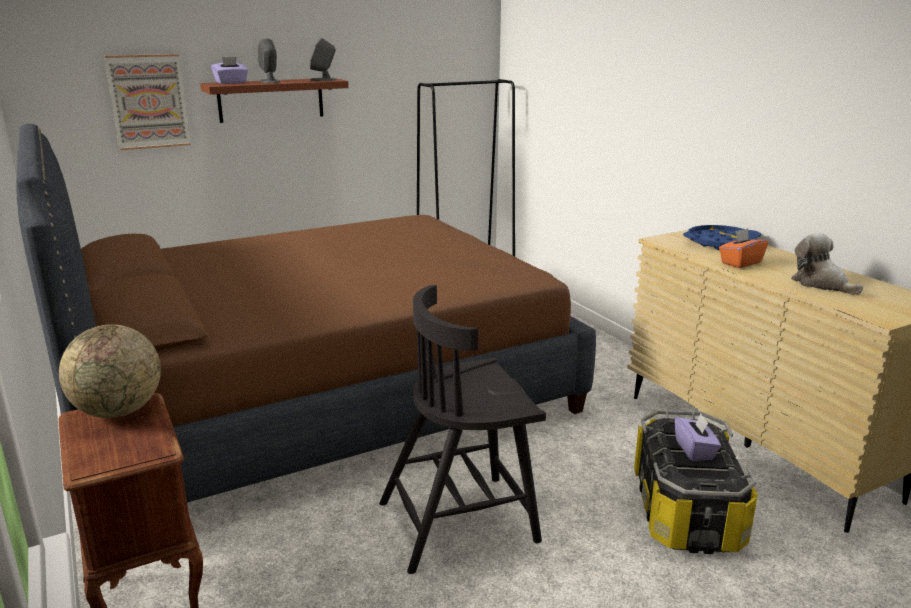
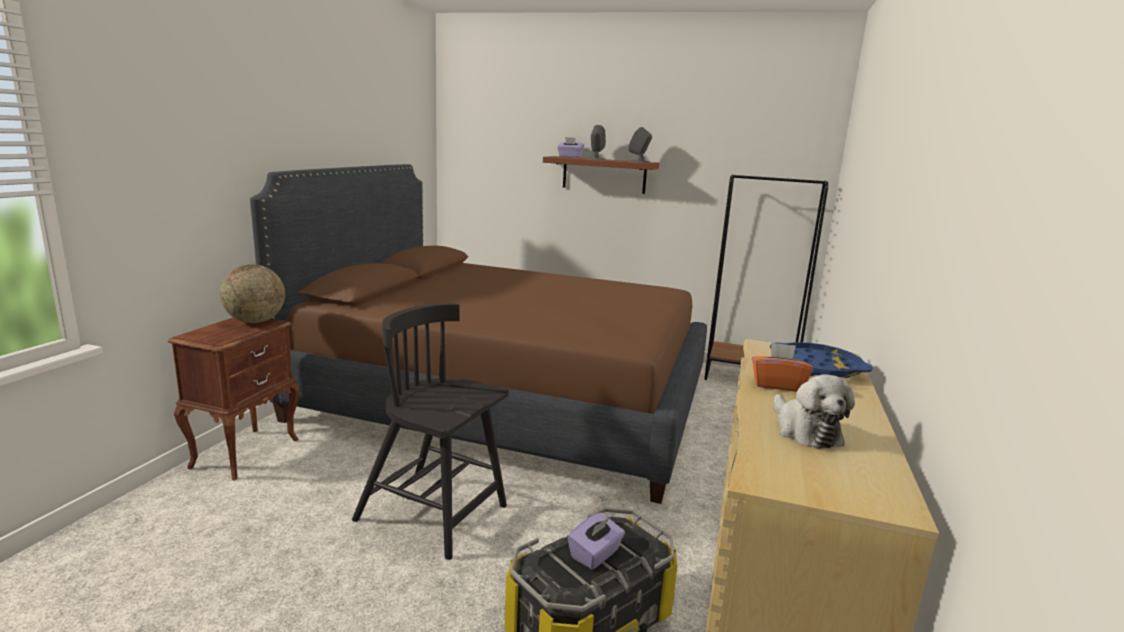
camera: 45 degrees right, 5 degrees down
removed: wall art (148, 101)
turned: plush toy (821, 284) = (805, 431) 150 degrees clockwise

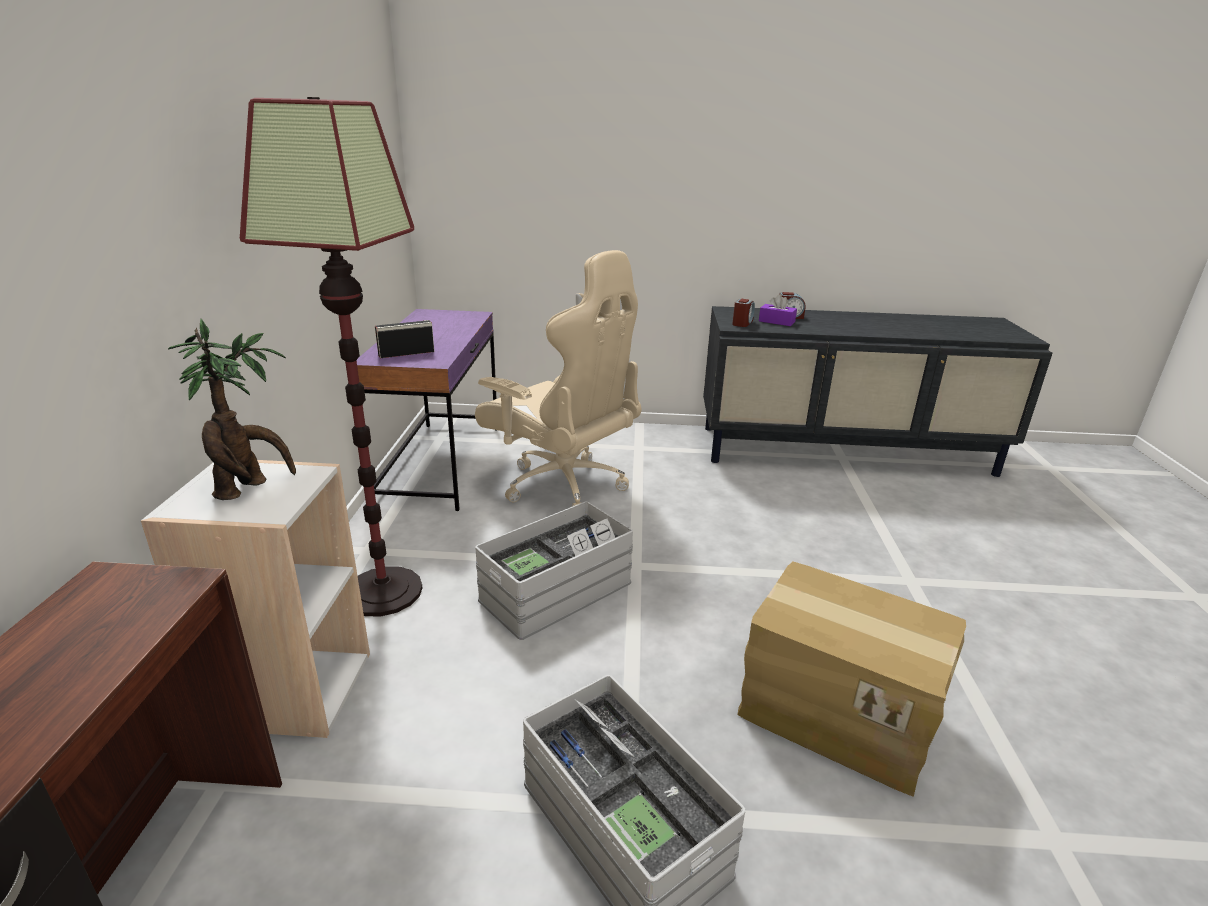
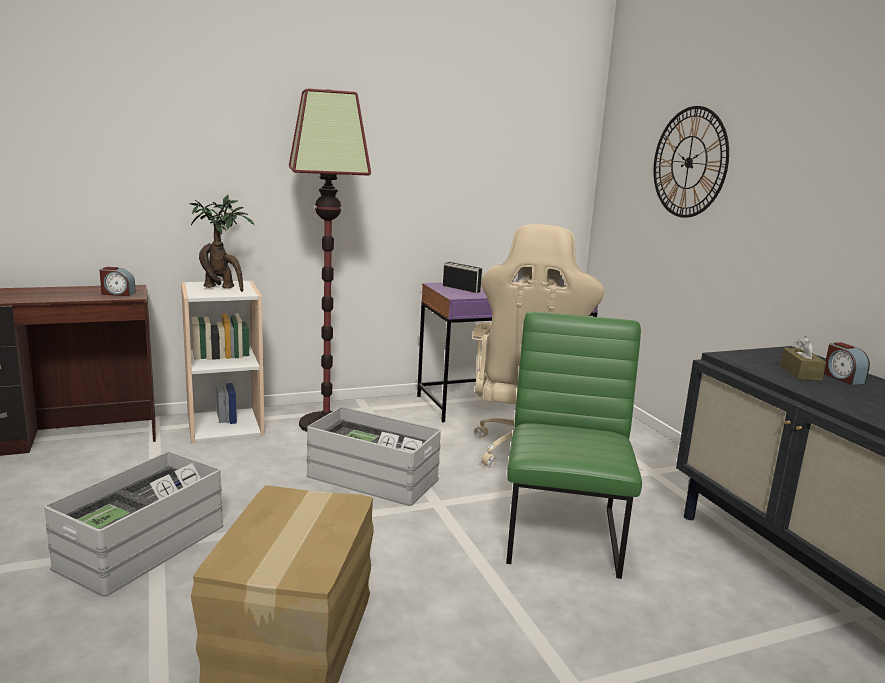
camera: 65 degrees right, 10 degrees down
added: green-coloured upright chair (563, 532); clock on the wall (689, 162)
moved: table clock (742, 323) to (118, 293)
recoloured: purplish box of tissues (776, 321) to brown-coloured box of tissues (800, 373)

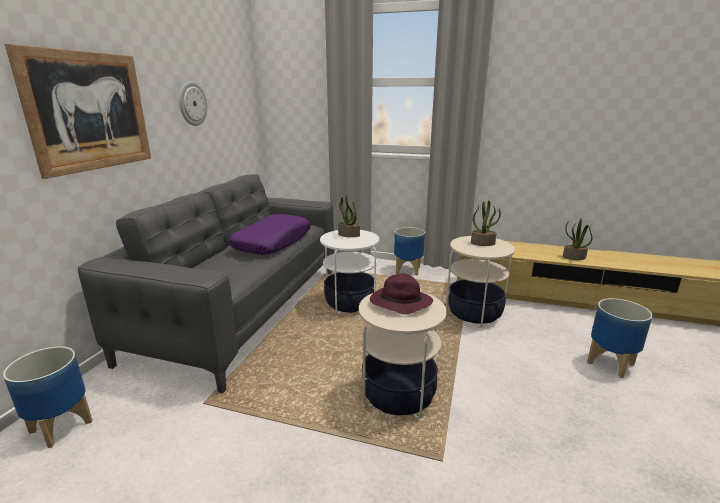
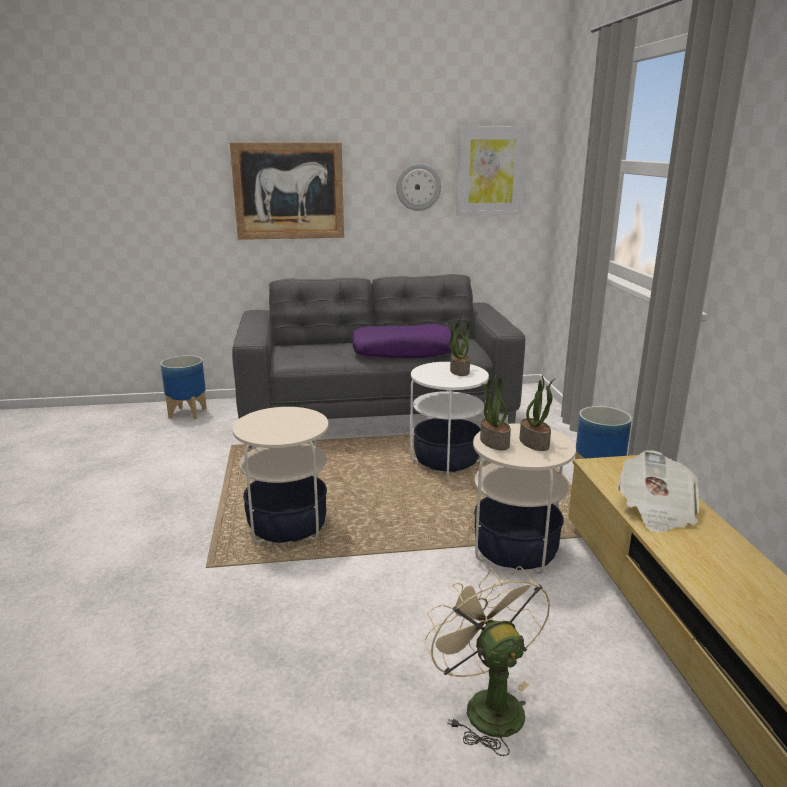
camera: 65 degrees right, 0 degrees up
removed: purplish clothing hat (399, 303)
added: wall art (490, 171); printed paper (655, 511)
moved: potted plant (574, 257) to (493, 442)
replaced: plant pot (611, 364) to sand-coloured cooling fan (486, 704)

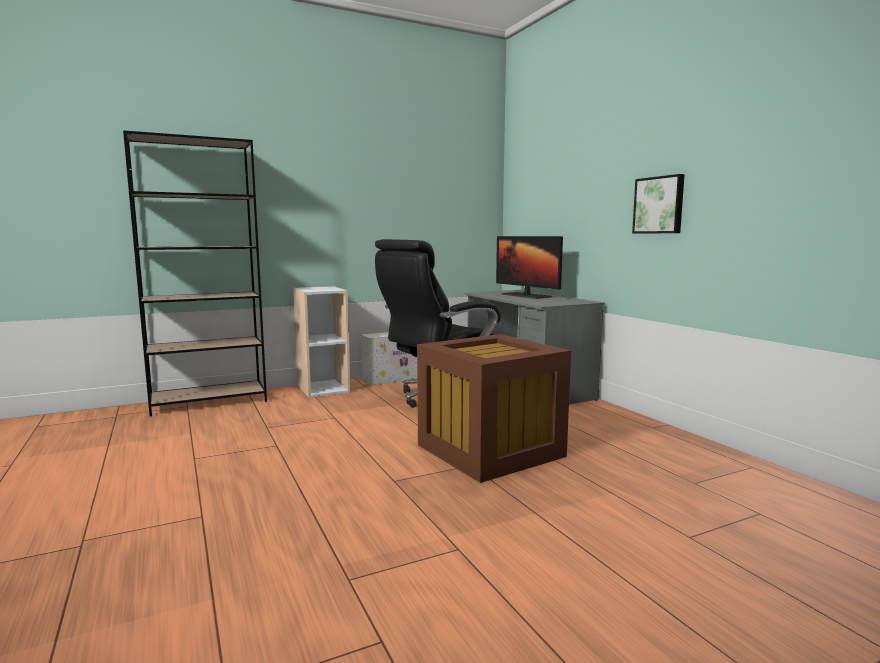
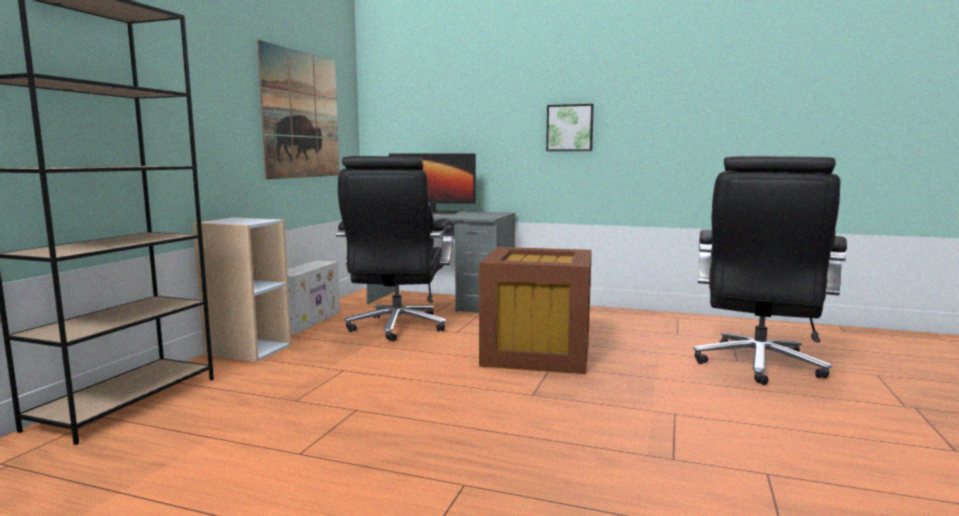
camera: 45 degrees left, 0 degrees up
added: wall art (301, 115); blackish office chair (758, 367)

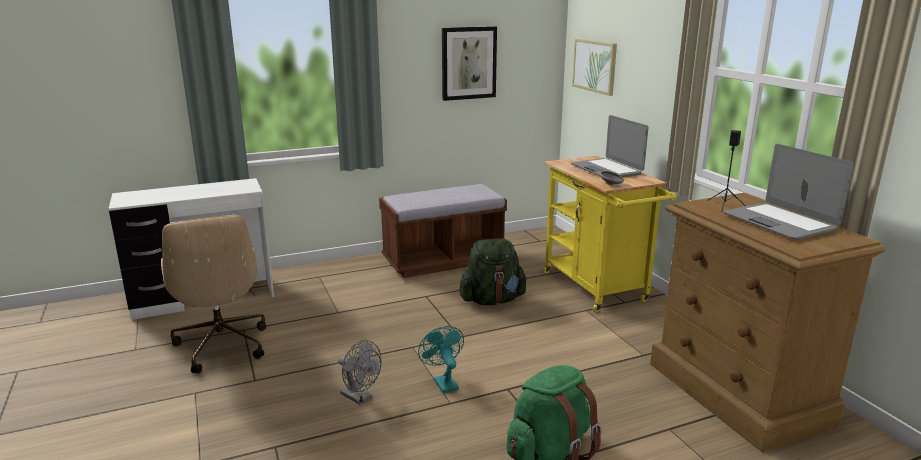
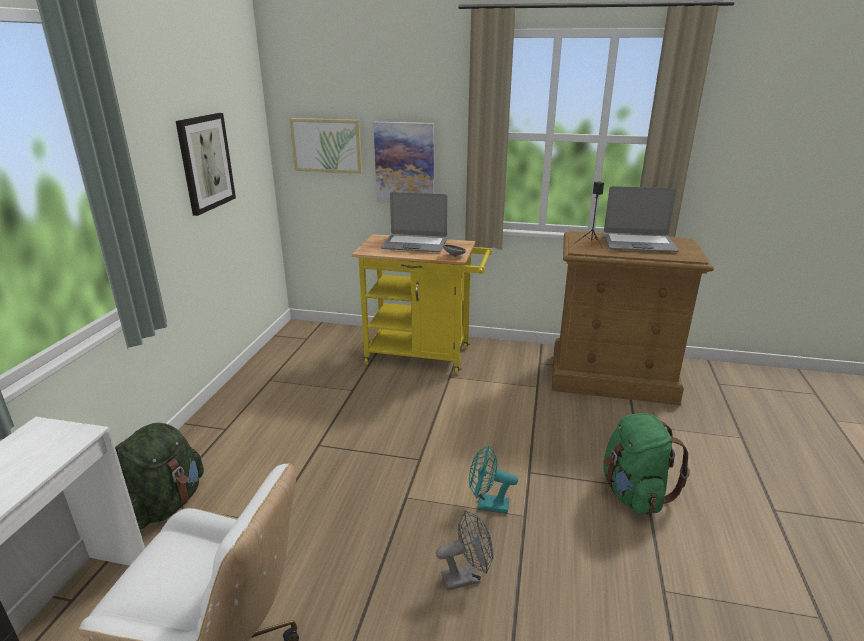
camera: 55 degrees left, 5 degrees up
removed: brown-coloured long seat (443, 261)
added: wall art (405, 163)
moved: green-coloured backpack (492, 300) to (165, 504)

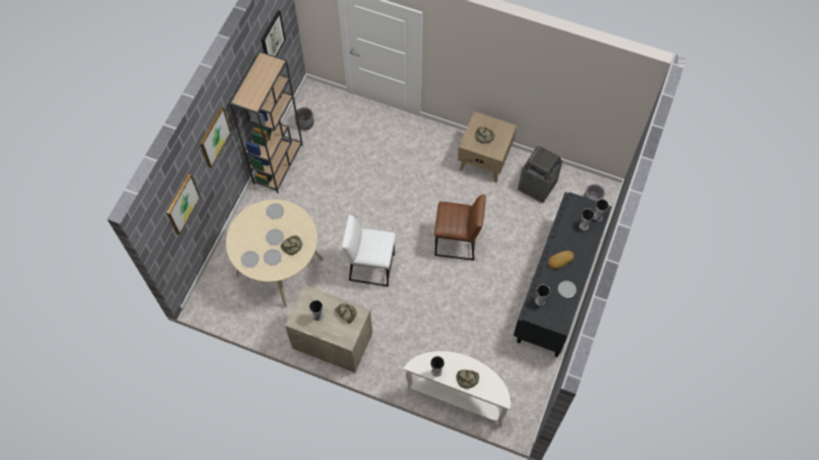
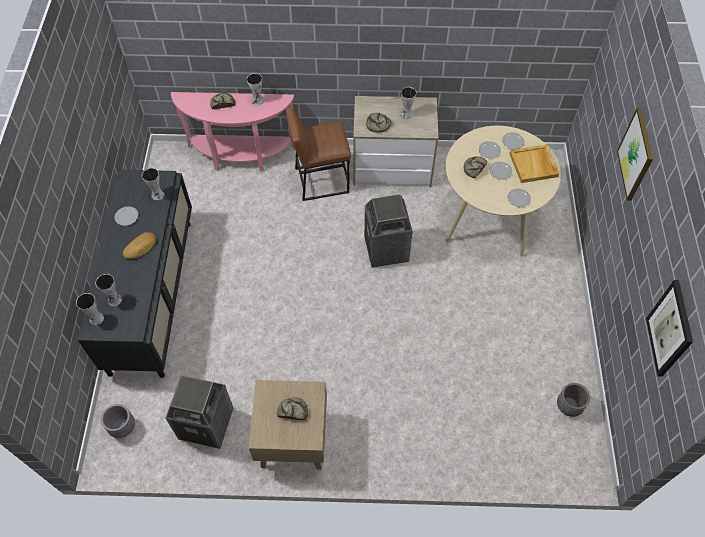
camera: 160 degrees right, 5 degrees down
removed: wall art (182, 204); shelving unit (278, 164)
added: sand-coloured serving tray (533, 165)
moved: brown-coloured upright chair (457, 242) to (320, 180)
replaced: white-coloured upright chair (371, 267) to waste bin (386, 249)
recoloured: white-coloured console table (458, 396) to pinkish console table (240, 157)

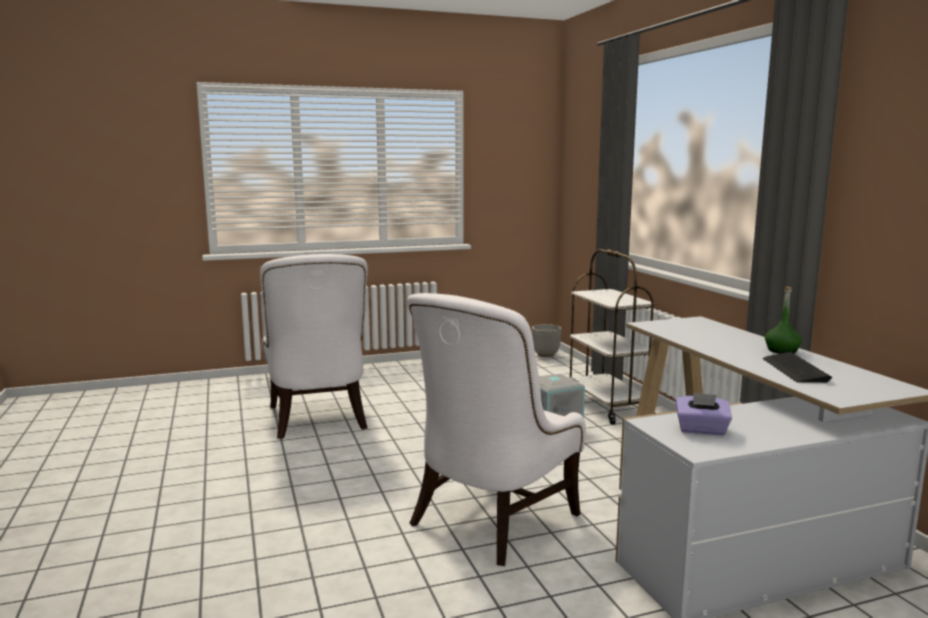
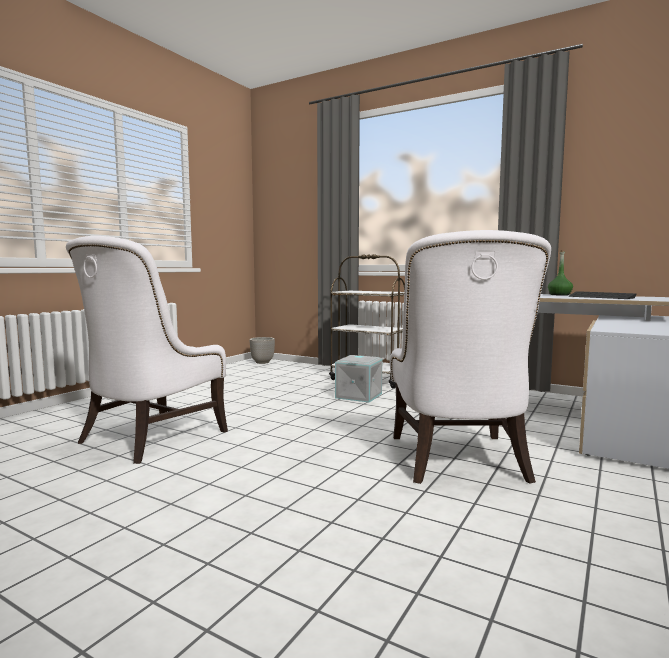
camera: 40 degrees left, 5 degrees down
removed: purplish box of tissues (701, 430)
turned: white-coloured upright chair (318, 418) = (151, 437) 90 degrees clockwise

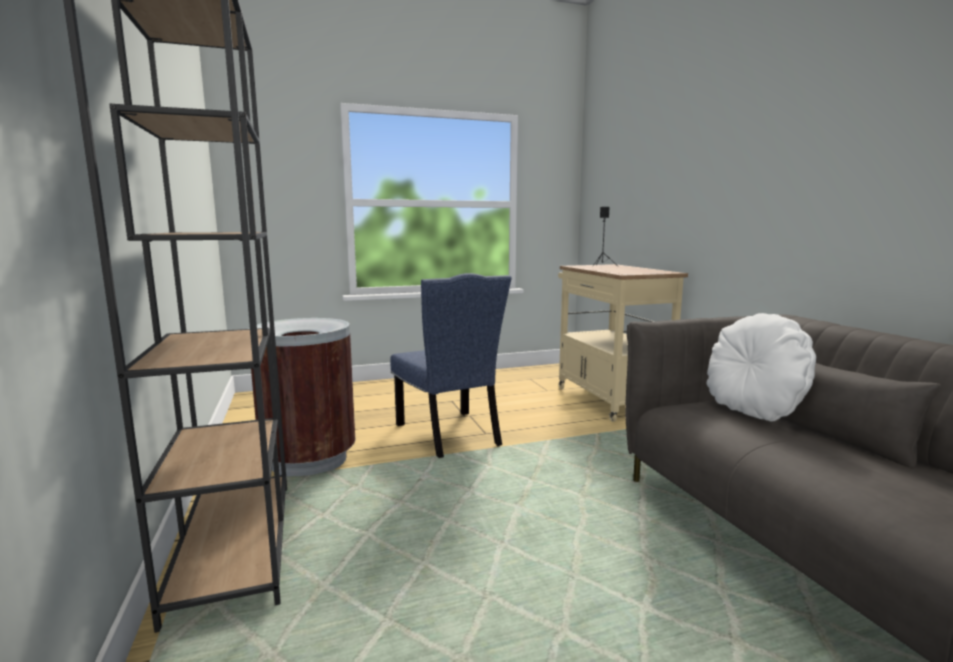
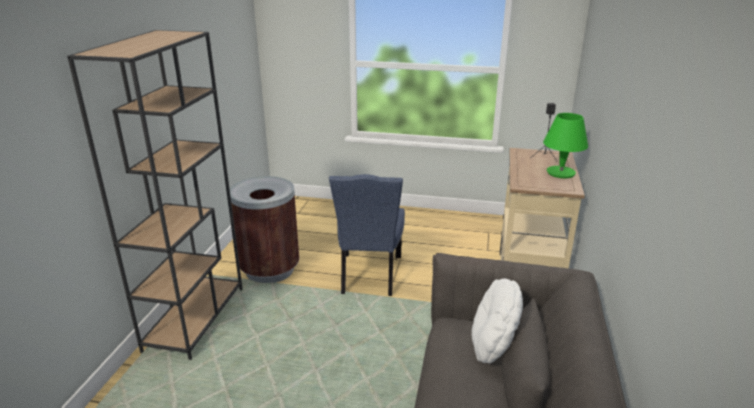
camera: 30 degrees right, 15 degrees up
added: green-coloured table lamp (560, 173)

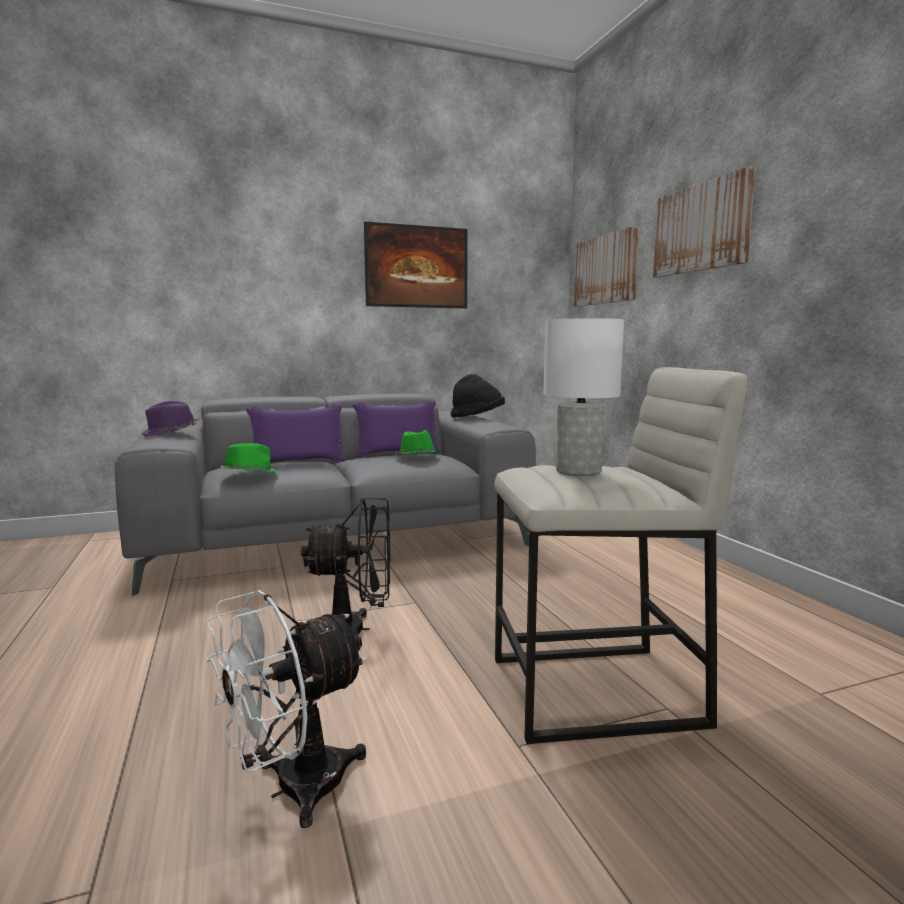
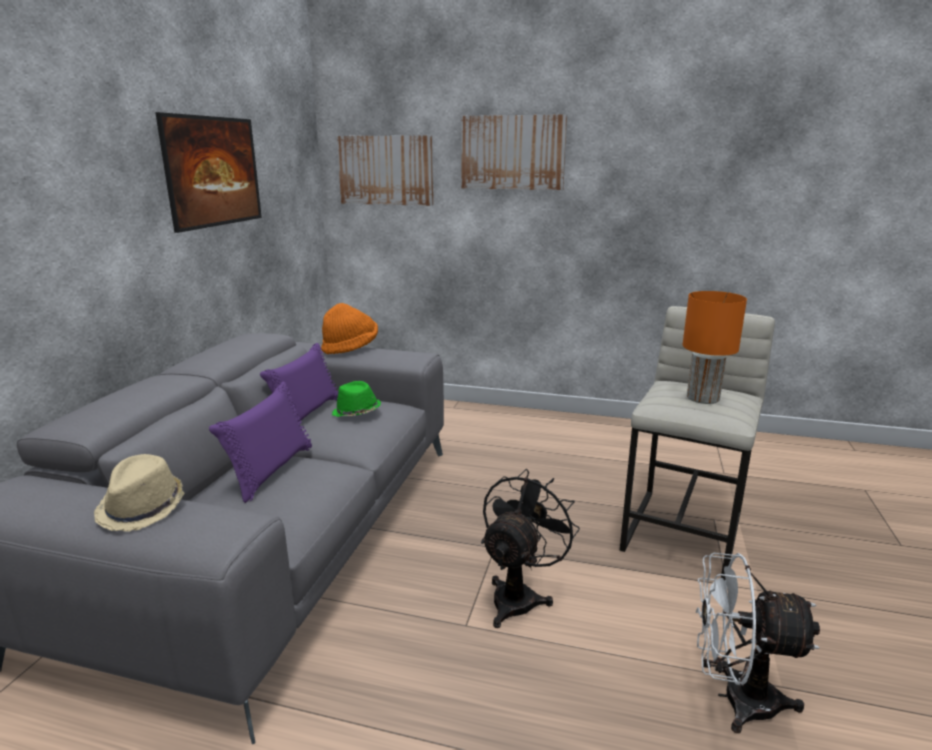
camera: 55 degrees left, 10 degrees up
removed: green-coloured clothing hat (248, 474)
recoloured: purplish clothing hat (171, 433) to sand-coloured clothing hat (143, 508); blackish clothing hat (478, 417) to orange-coloured clothing hat (350, 348); white-coloured table lamp (577, 471) to orange-coloured table lamp (702, 398)
turned: white-coloured cooling fan (292, 789) = (735, 698) 105 degrees clockwise

